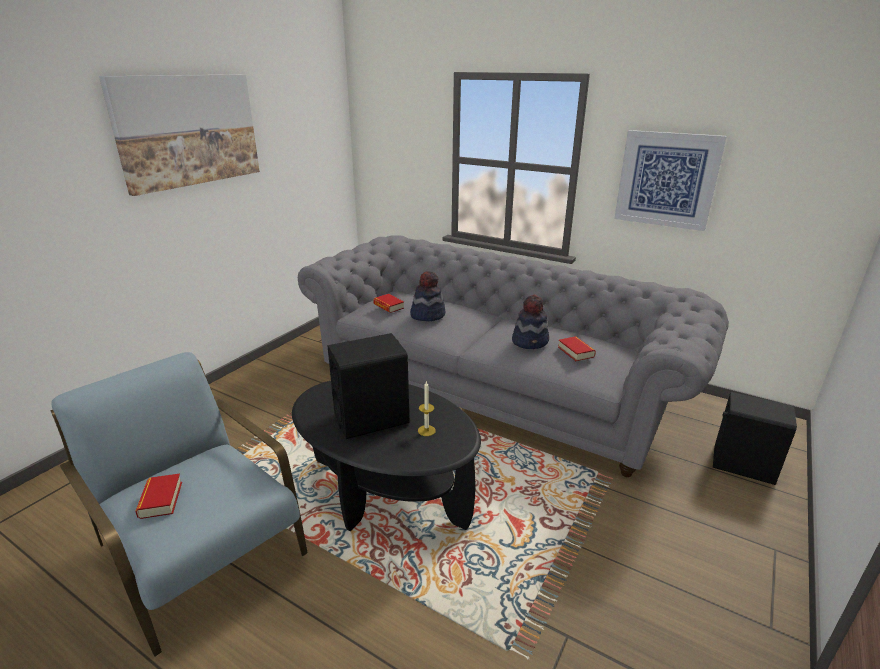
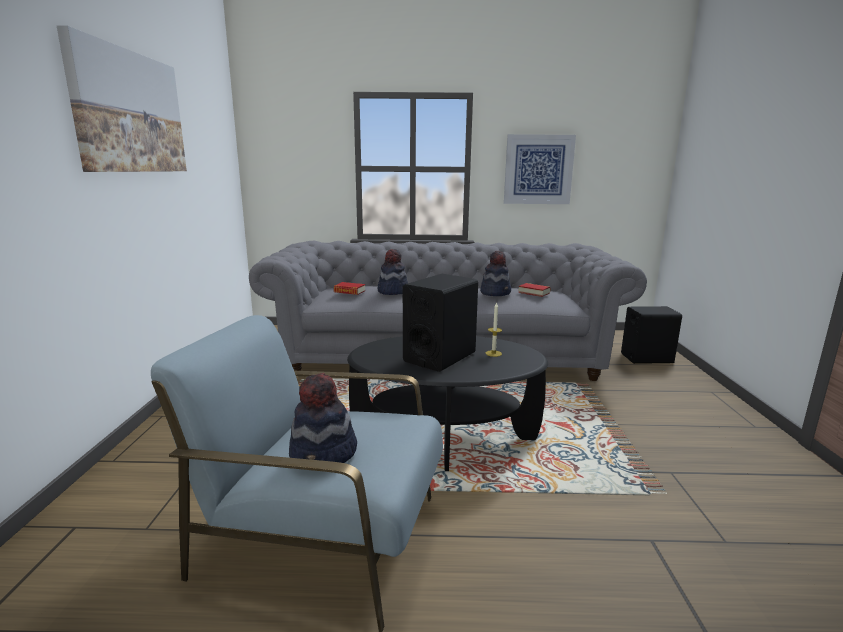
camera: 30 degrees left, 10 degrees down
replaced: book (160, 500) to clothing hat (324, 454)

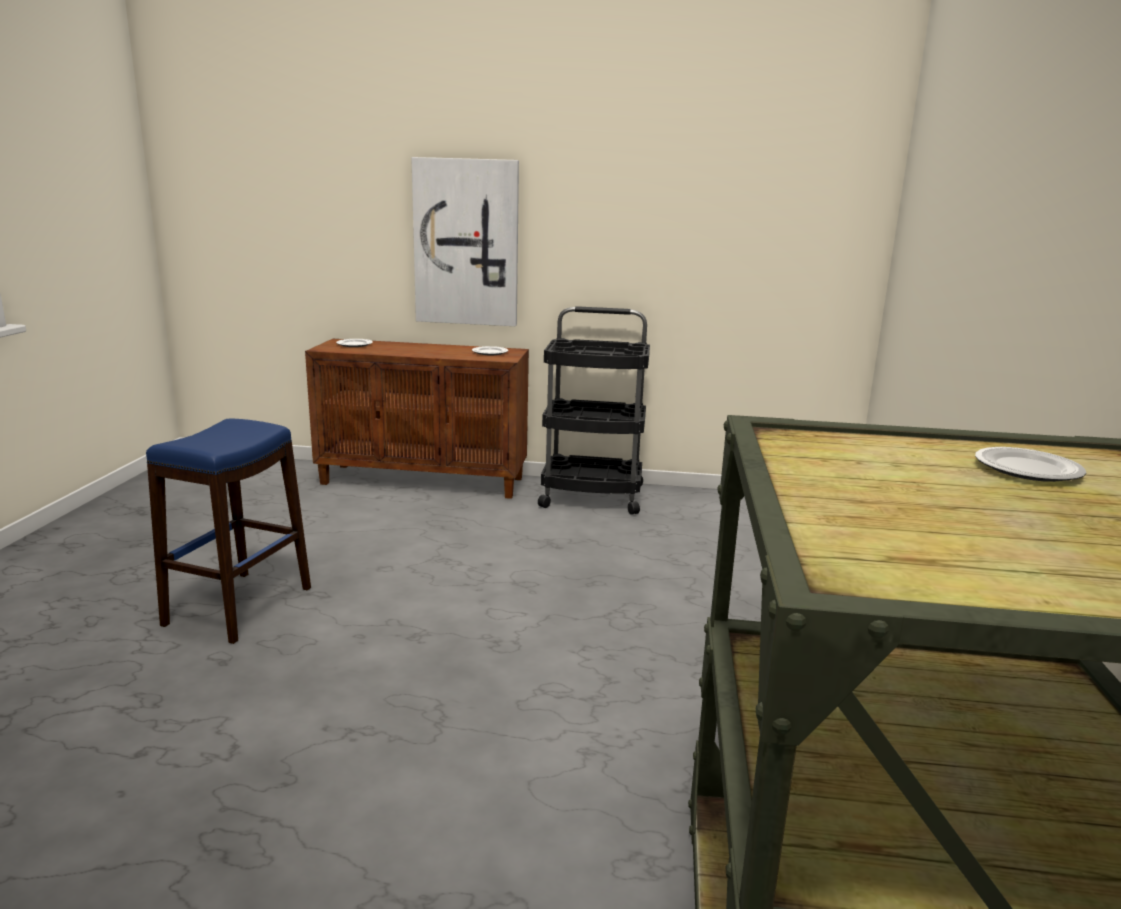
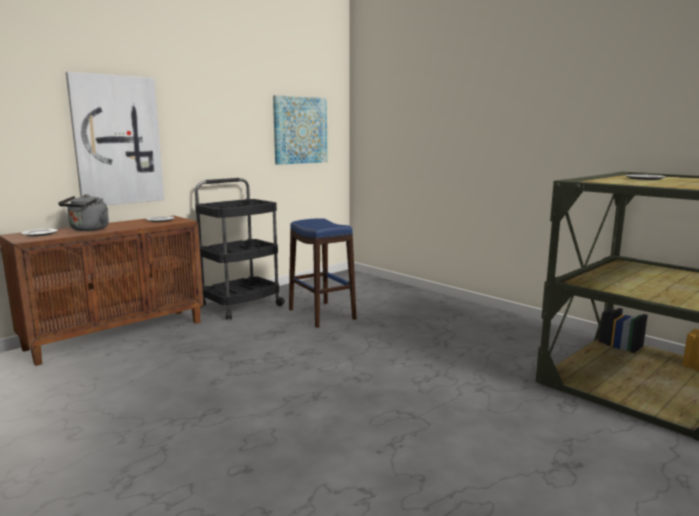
camera: 50 degrees left, 5 degrees down
added: gray kettle (88, 229); wall art (300, 130)
moved: blue-coloured stool (239, 606) to (321, 314)

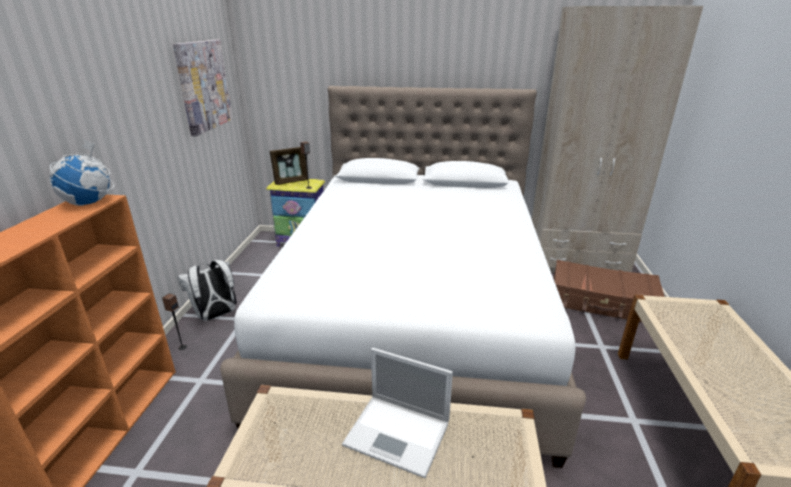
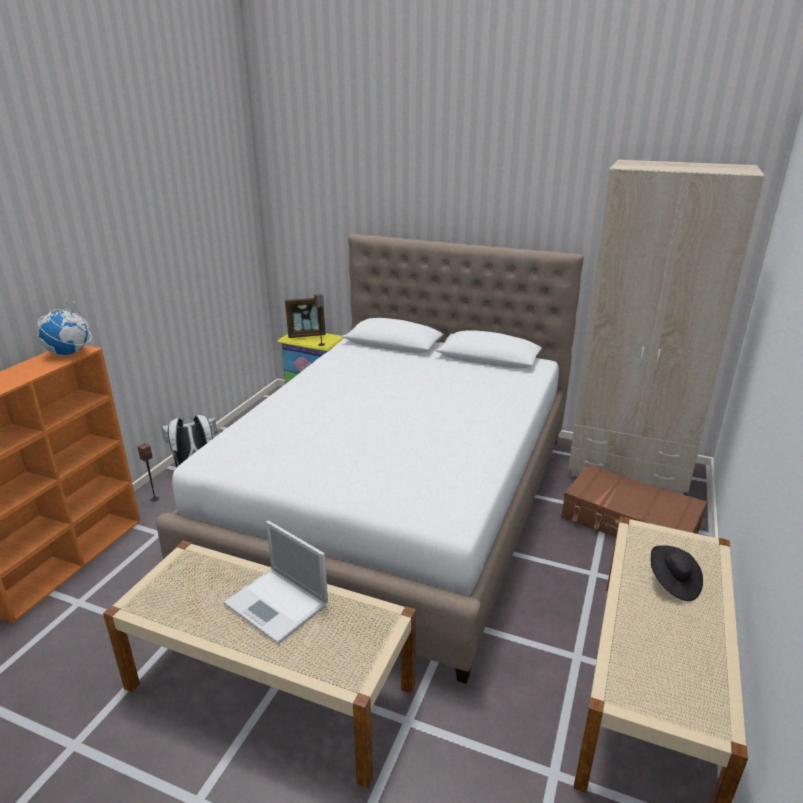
camera: 15 degrees right, 0 degrees up
removed: wall art (204, 86)
added: blackish clothing hat (673, 583)

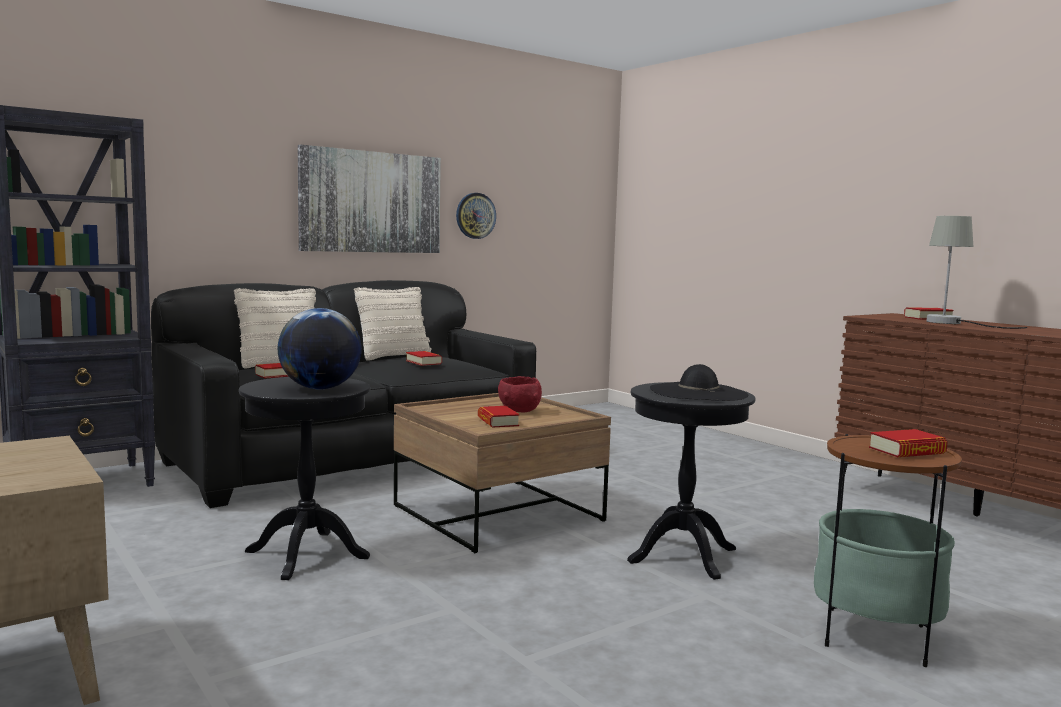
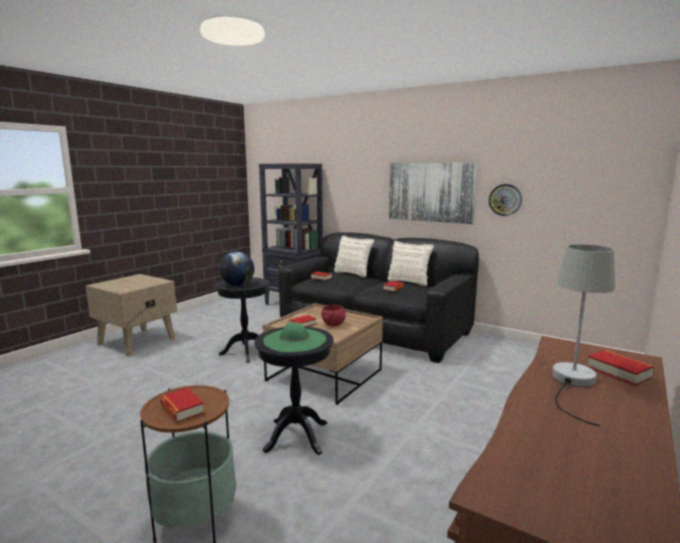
camera: 70 degrees right, 5 degrees up
recoloured: blackish clothing hat (698, 392) to green-coloured clothing hat (294, 340)

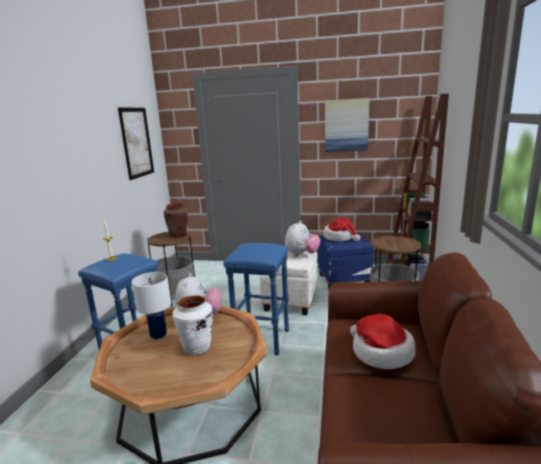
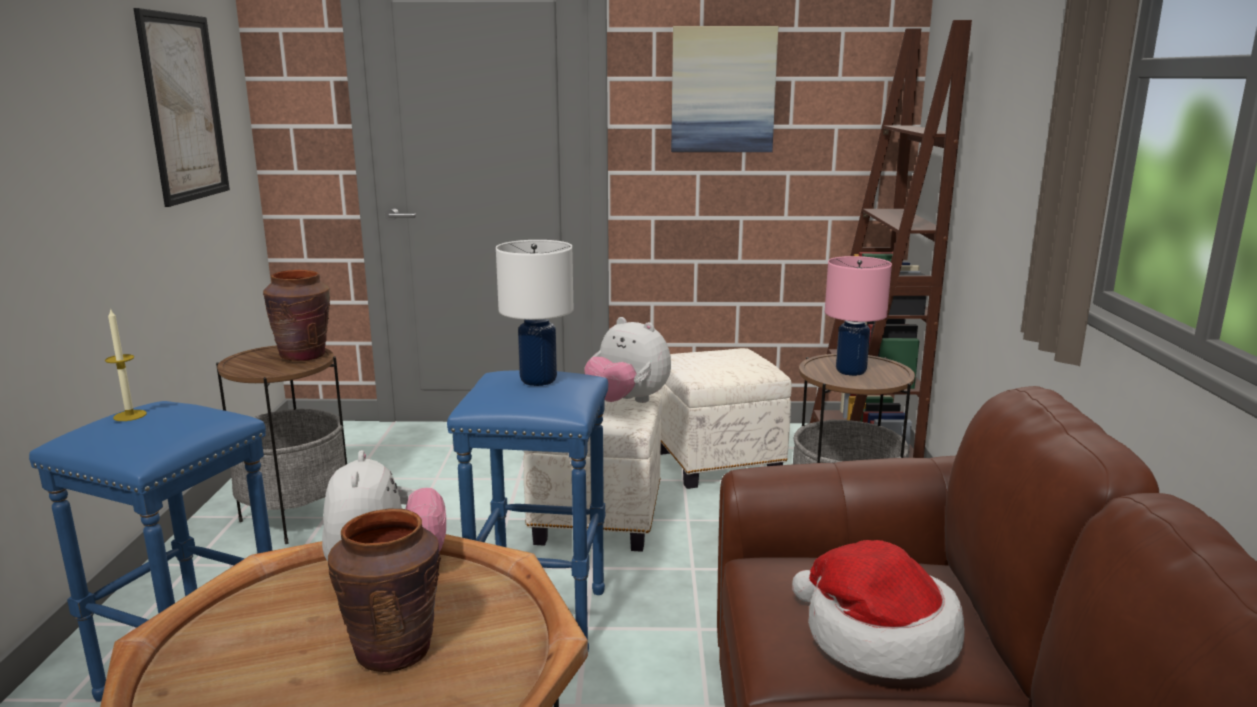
camera: 10 degrees left, 0 degrees up
removed: clothing hat (340, 237)
added: pinkish table lamp (852, 372)
moved: white-coloured table lamp (159, 335) to (540, 381)
recoloured: white-coloured flower vase (197, 347) to brown-coloured flower vase (393, 651); blue-coloured pouffe (344, 280) to white-coloured pouffe (718, 462)
turned: plush toy (302, 255) = (627, 402) 105 degrees clockwise

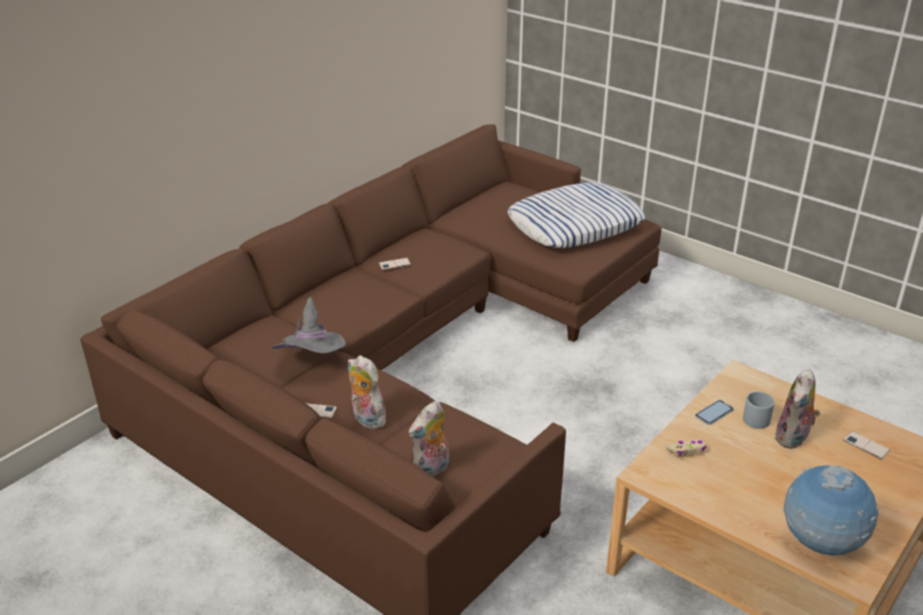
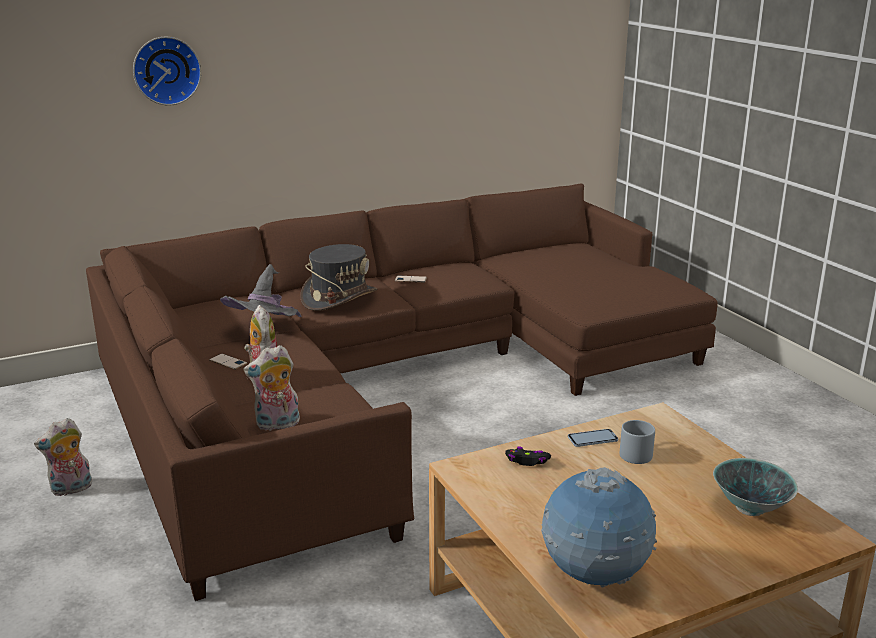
camera: 25 degrees right, 10 degrees down
removed: pillow (575, 224)
added: clock on the wall (166, 70); gray clothing hat (339, 298)
moved: plush toy (793, 439) to (71, 489)
replaced: phone (866, 445) to serving bowl (750, 508)
recoloured: sand-coloured joypad (687, 451) to blackish joypad (527, 461)

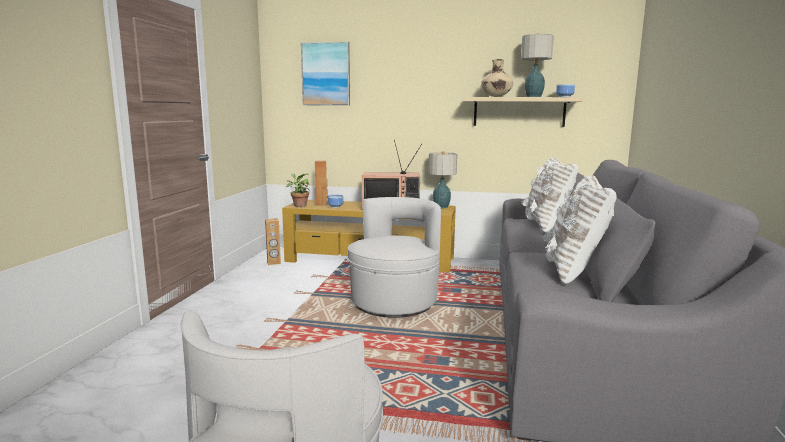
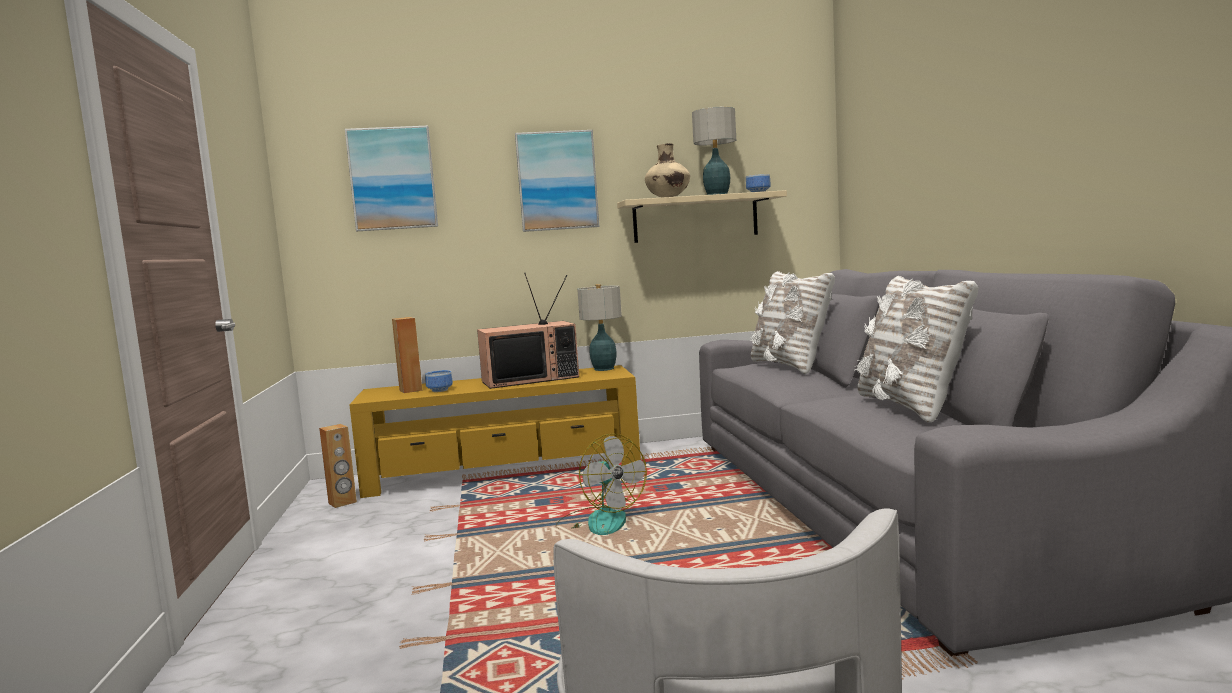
camera: 20 degrees left, 5 degrees down
removed: potted plant (299, 205)
added: wall art (557, 181)
replaced: white-coloured armchair (393, 302) to cooling fan (599, 521)

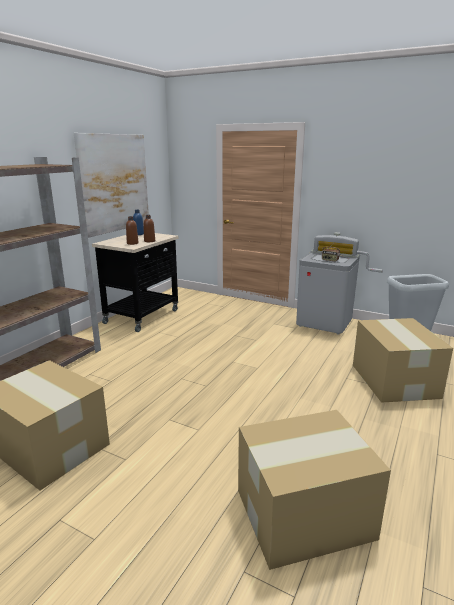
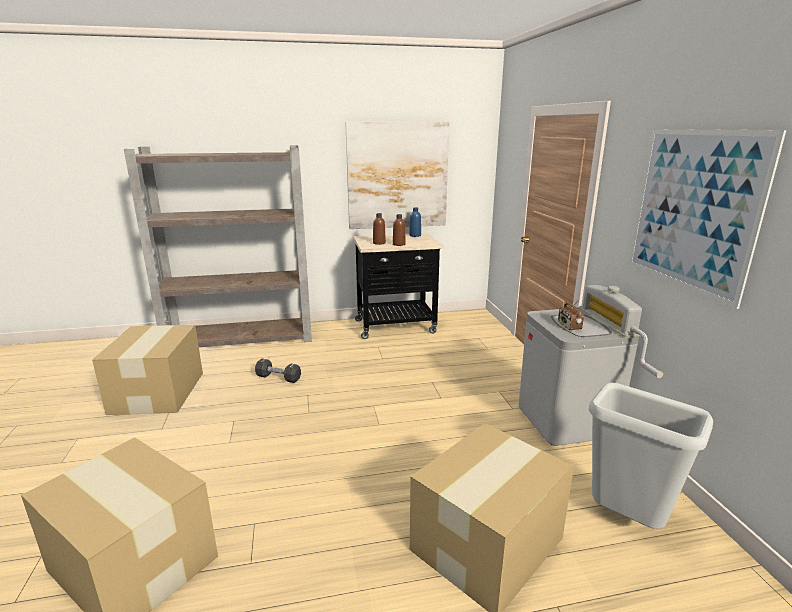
camera: 50 degrees right, 0 degrees up
added: blackish dumbbell (278, 378); wall art (692, 210)

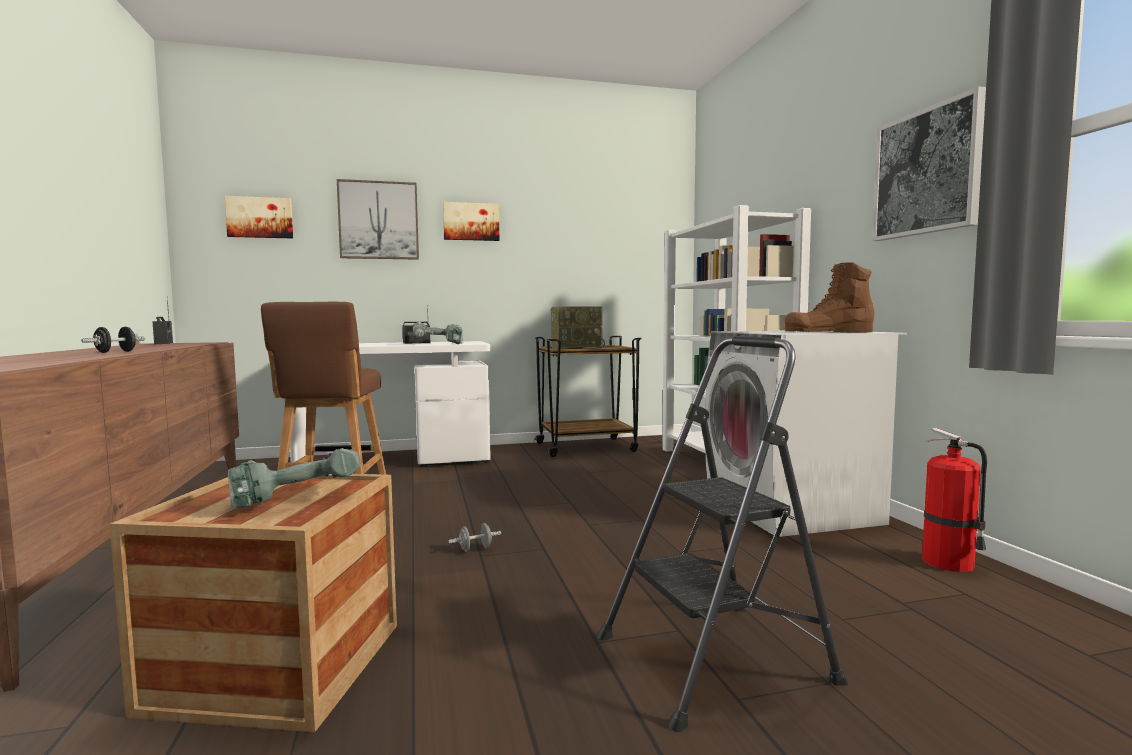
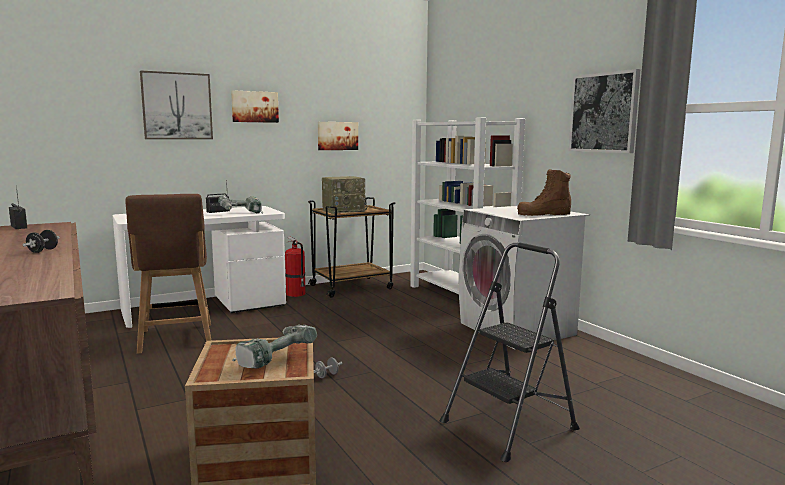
camera: 15 degrees left, 5 degrees up
moved: wall art (260, 218) to (337, 136); fire extinguisher (950, 563) to (296, 294)

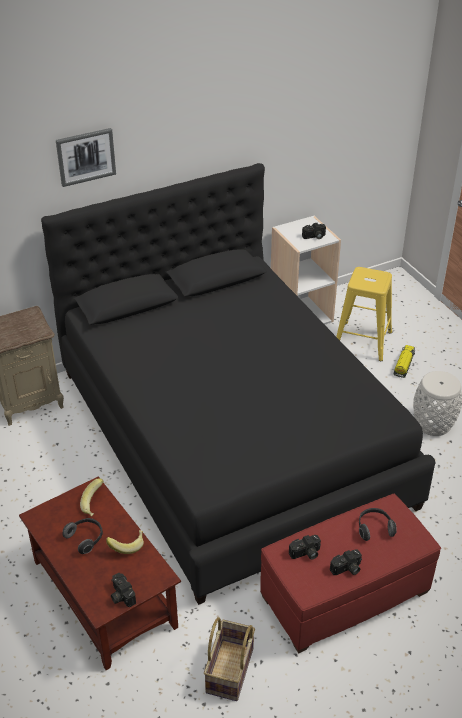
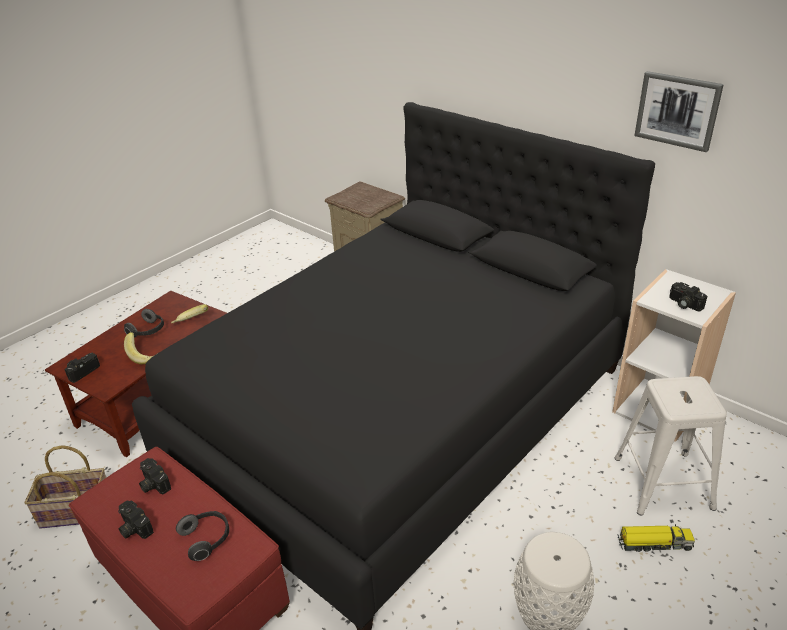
camera: 70 degrees right, 5 degrees down
moved: wall art (86, 156) to (677, 110)
recoloured: yellow stool (362, 341) to white-coloured stool (663, 482)

